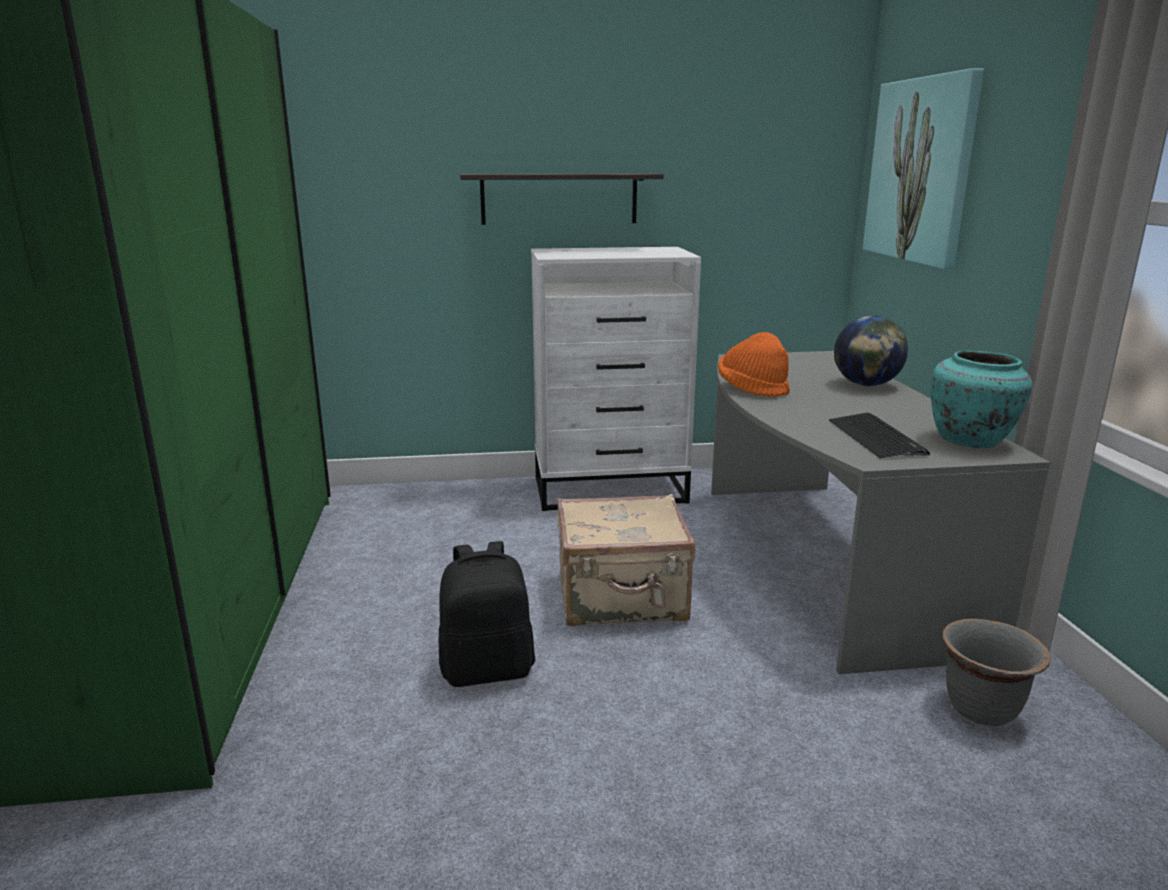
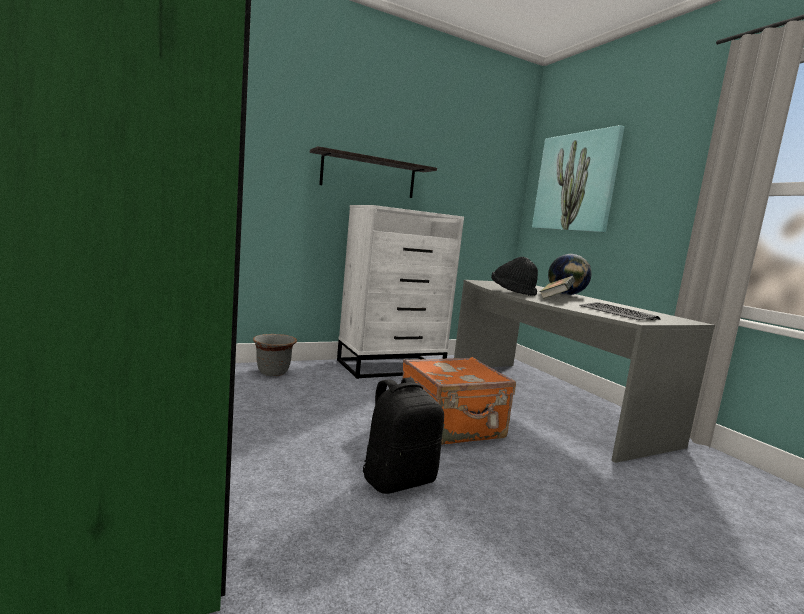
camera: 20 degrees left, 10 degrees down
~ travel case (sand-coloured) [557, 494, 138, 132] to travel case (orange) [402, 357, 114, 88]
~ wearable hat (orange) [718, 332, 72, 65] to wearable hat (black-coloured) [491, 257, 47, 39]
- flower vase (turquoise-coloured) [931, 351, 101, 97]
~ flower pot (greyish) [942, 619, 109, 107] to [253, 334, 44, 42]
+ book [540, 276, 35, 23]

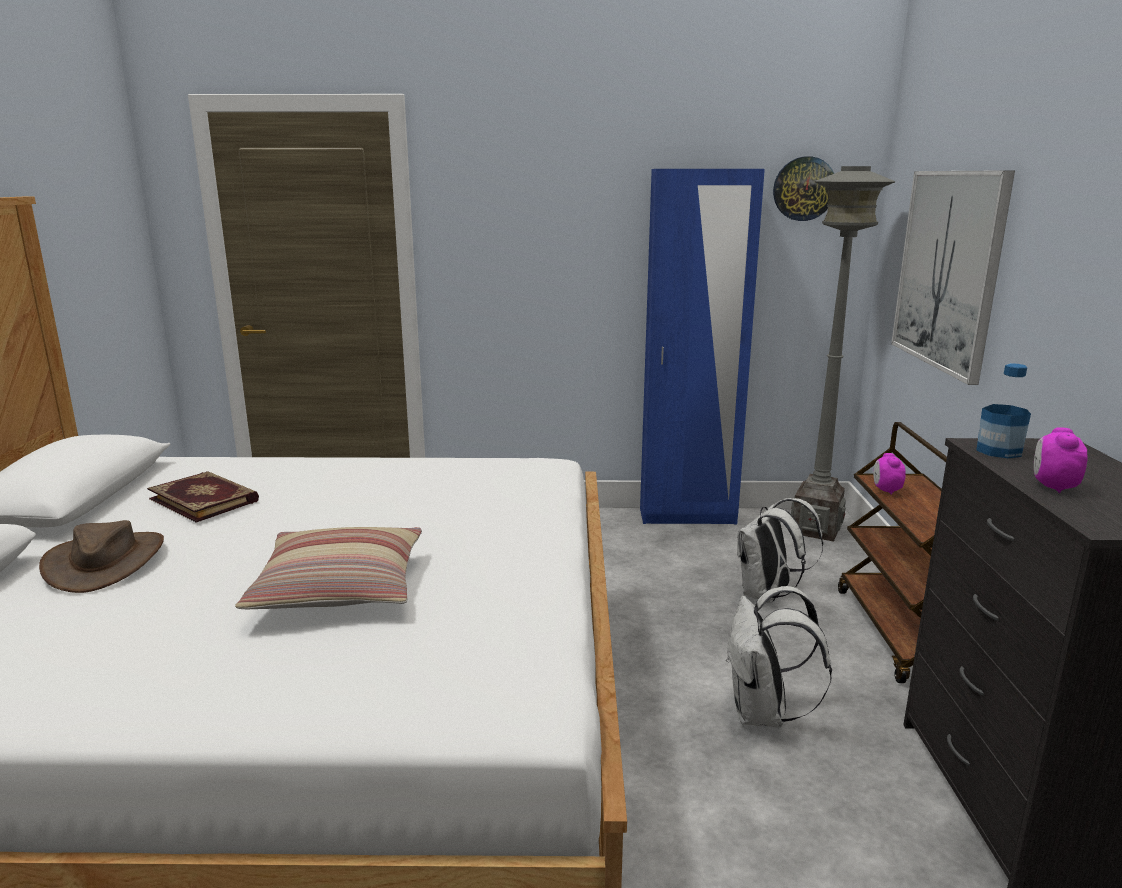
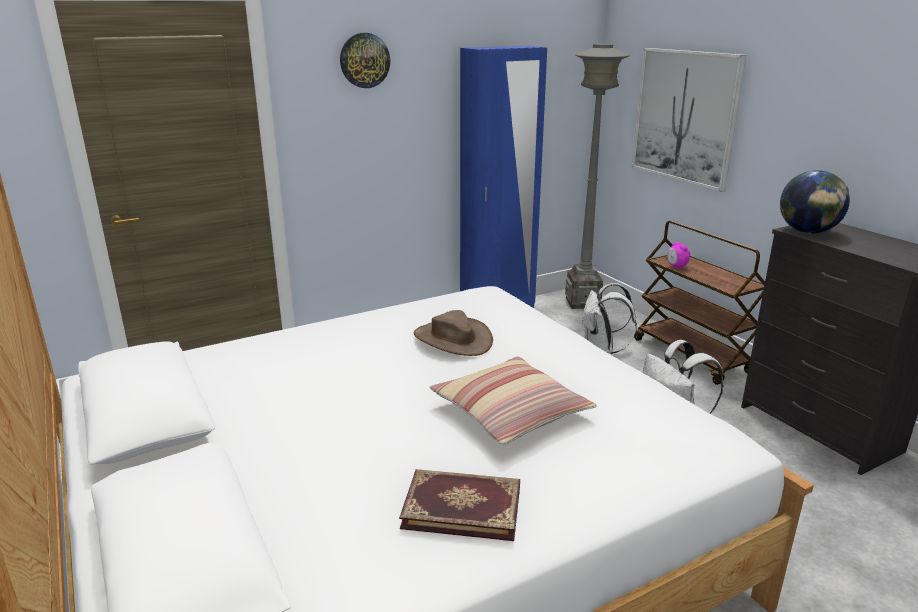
camera: 30 degrees left, 5 degrees up
~ wearable hat (brown) [39, 520, 125, 73] to [414, 310, 79, 46]
~ book [147, 471, 112, 52] to [399, 469, 121, 72]
~ wall clock [773, 156, 61, 65] to [340, 33, 50, 55]
~ beverage bottle [976, 363, 55, 95] to desk globe [780, 170, 70, 64]
- alarm clock [1034, 427, 54, 66]

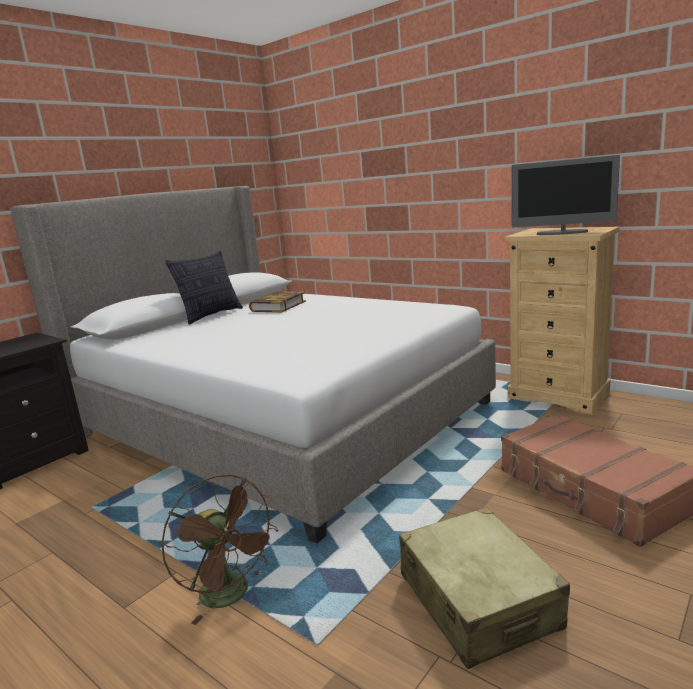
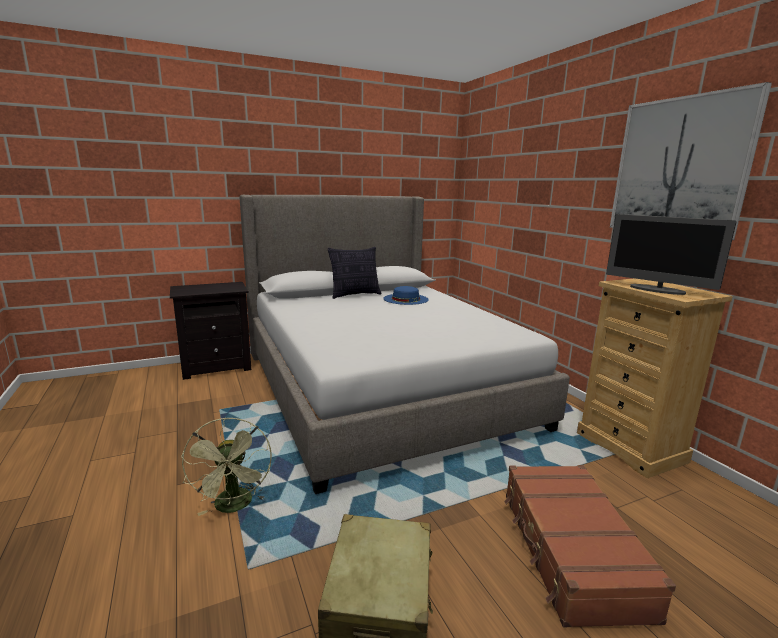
camera: 25 degrees right, 0 degrees up
~ fan (brown) [161, 474, 118, 151] to fan (green-coloured) [181, 417, 91, 99]
~ book [249, 292, 57, 21] to wearable hat (blue-coloured) [383, 286, 46, 19]
+ picture [610, 82, 162, 158]

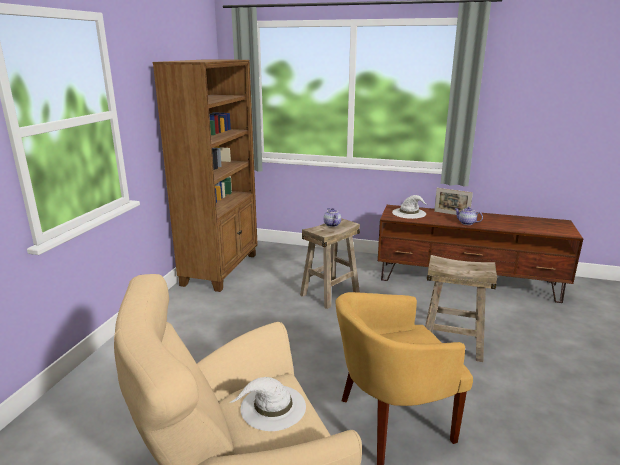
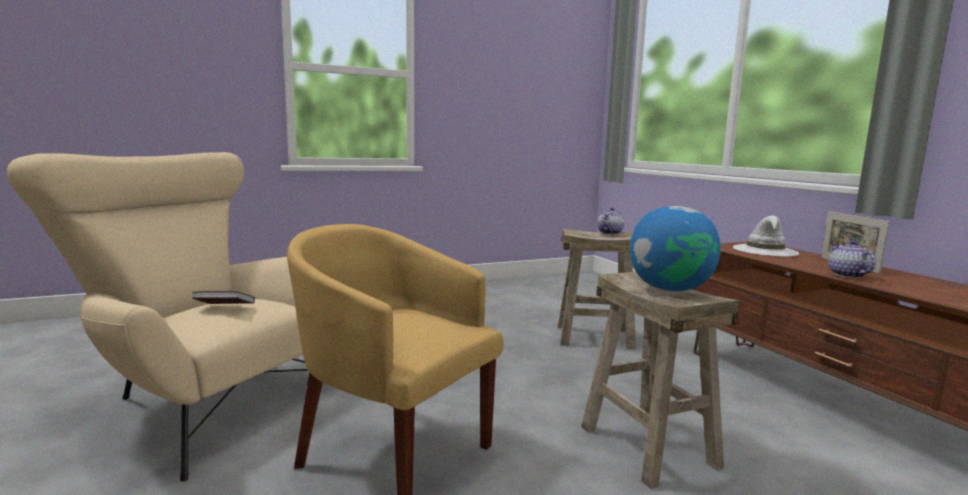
camera: 50 degrees right, 10 degrees down
- bookshelf (brown) [153, 59, 105, 233]
~ wearable hat (white-coloured) [230, 377, 76, 54] to book [192, 291, 63, 13]
+ desk globe [630, 206, 91, 85]

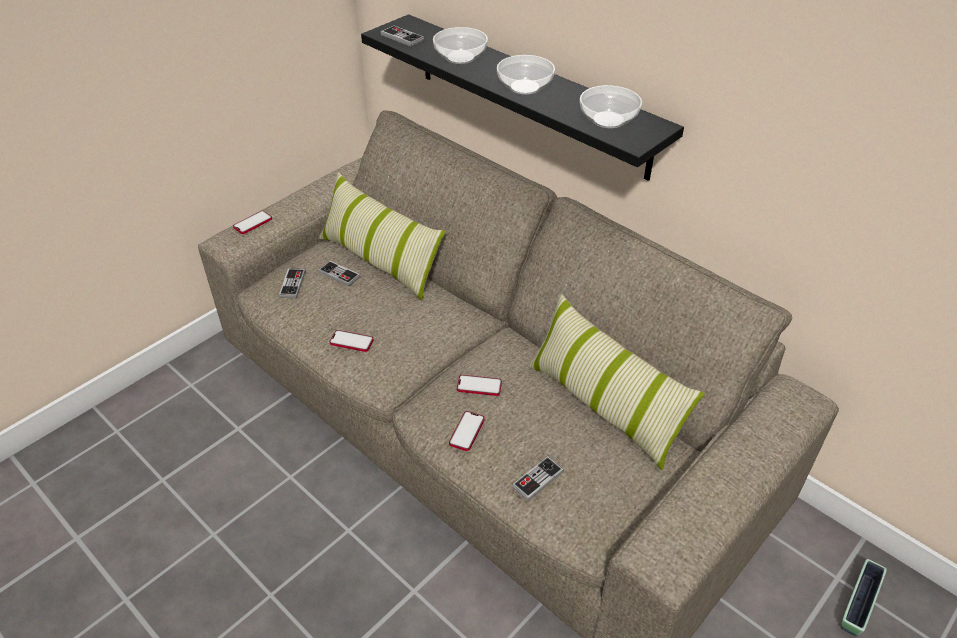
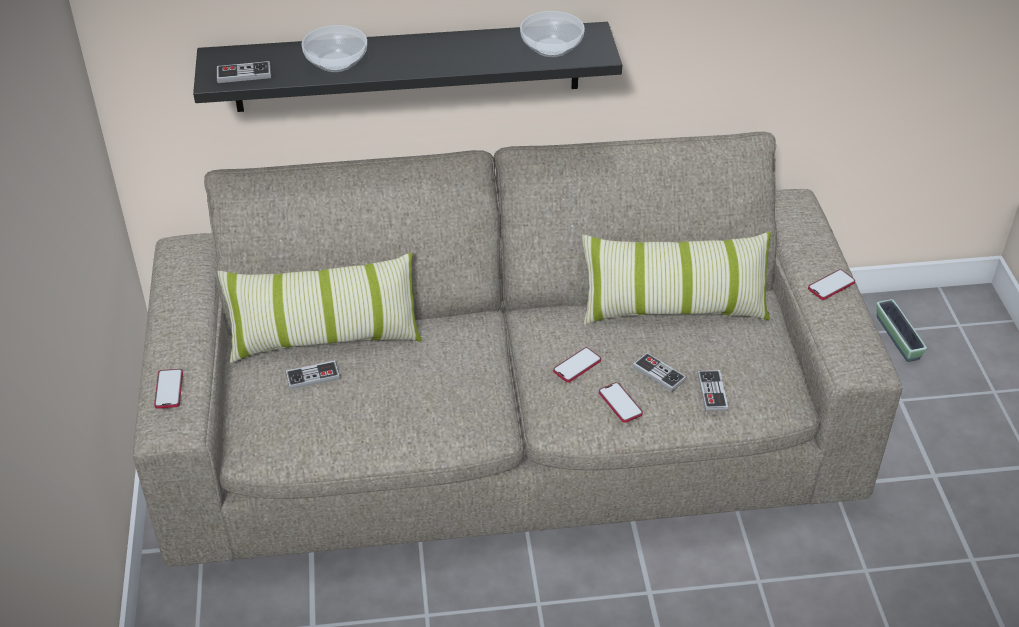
camera: 50 degrees left, 0 degrees up
~ joypad [279, 268, 27, 30] to [632, 352, 55, 40]
~ phone [329, 330, 45, 22] to [808, 269, 47, 31]
- serving bowl [497, 55, 58, 40]

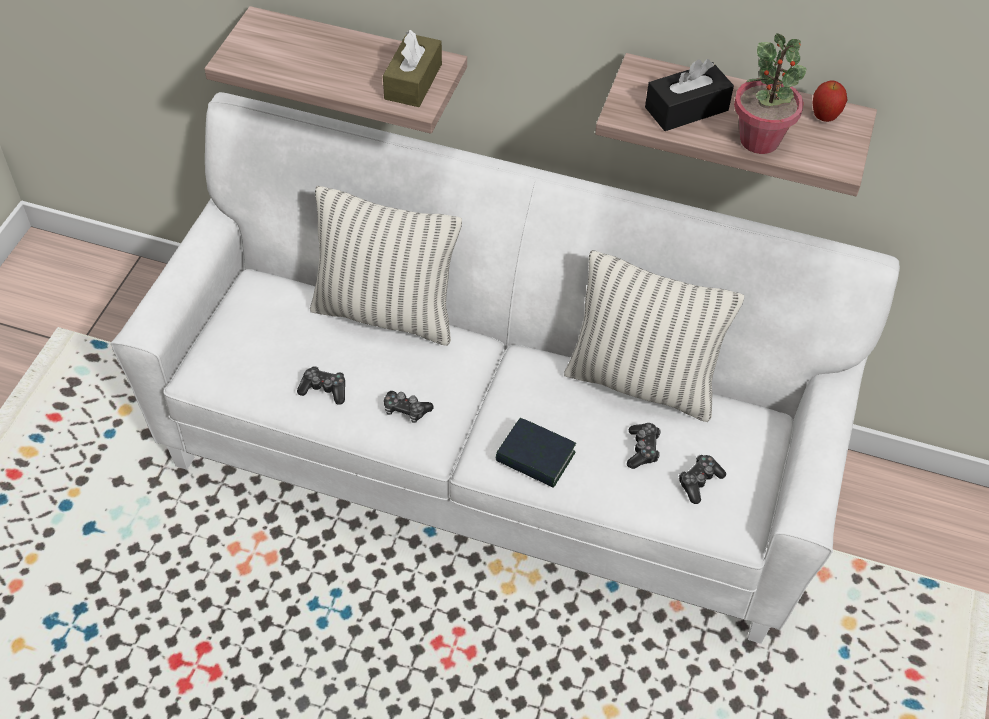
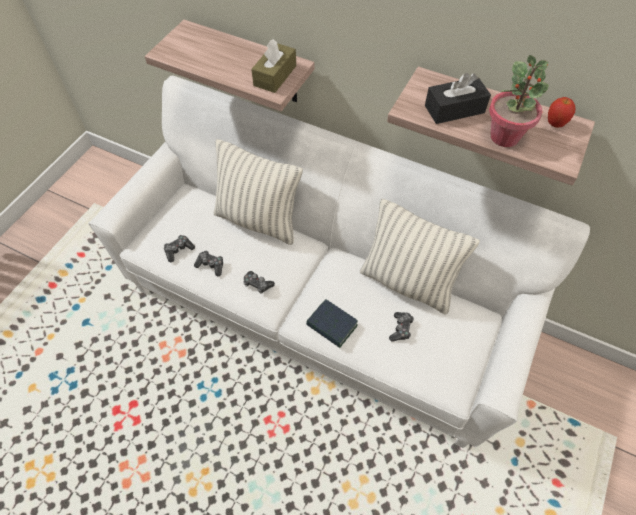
camera: 10 degrees right, 5 degrees up
~ joypad [679, 455, 47, 49] to [164, 235, 31, 27]

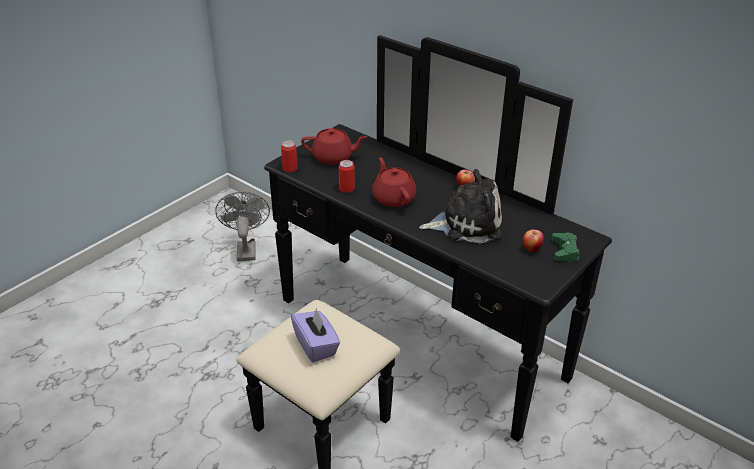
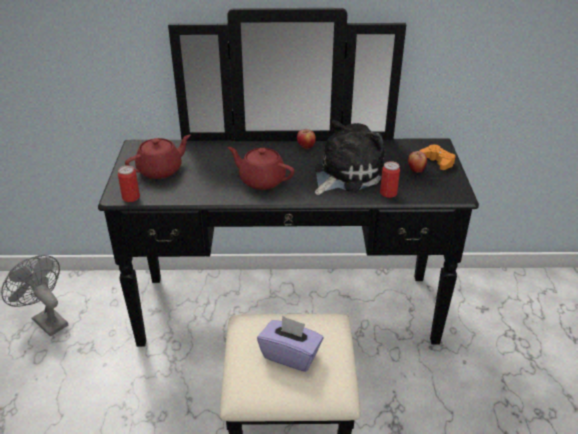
camera: 40 degrees left, 0 degrees up
~ can [339, 160, 16, 33] to [380, 161, 20, 37]
~ joypad (green-coloured) [552, 233, 27, 29] to joypad (orange) [419, 145, 37, 25]

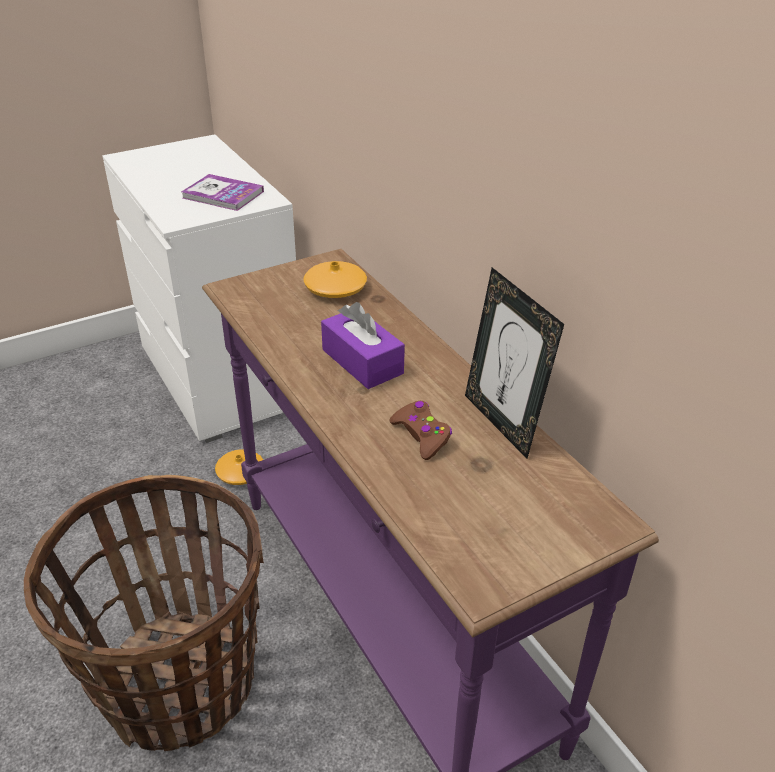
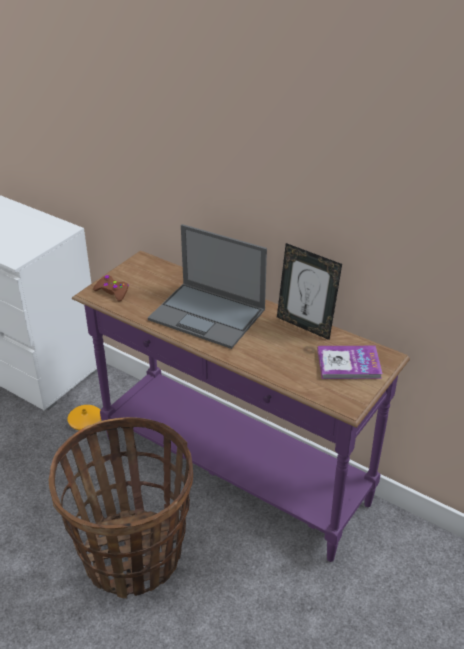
camera: 25 degrees left, 0 degrees up
~ book [181, 174, 83, 37] to [317, 346, 66, 33]
- flower vase (orange) [303, 261, 64, 37]
~ box of tissues (purple-coloured) [321, 302, 84, 87] to portable computer [148, 224, 119, 125]
~ joypad (brown) [389, 401, 63, 59] to [93, 275, 36, 27]

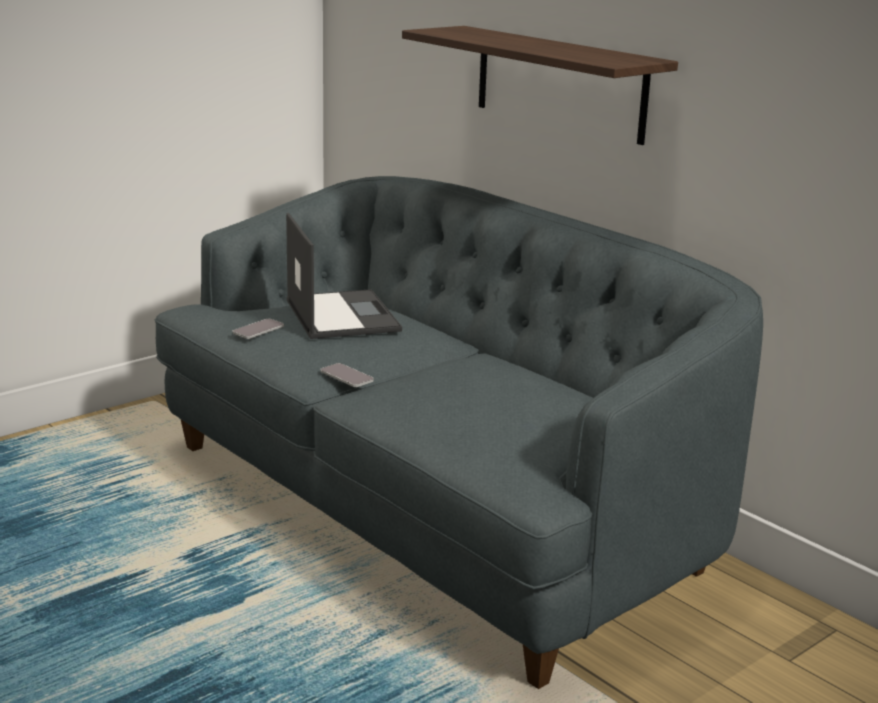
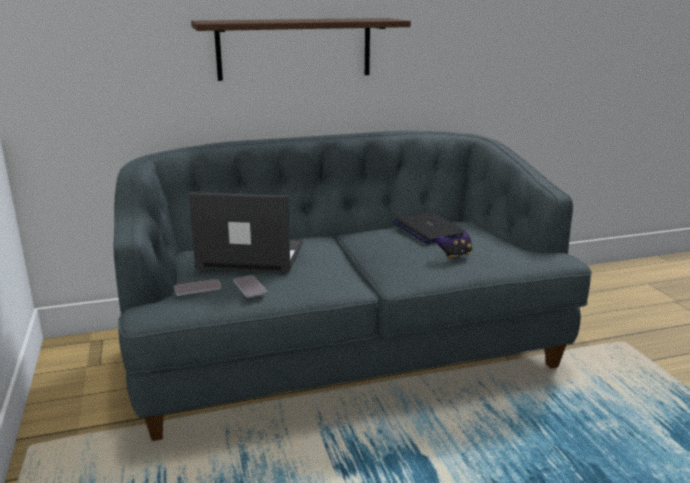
camera: 65 degrees left, 0 degrees up
~ phone [320, 363, 54, 24] to [174, 279, 47, 17]
+ portable computer [393, 212, 73, 32]
+ joypad [436, 231, 36, 28]

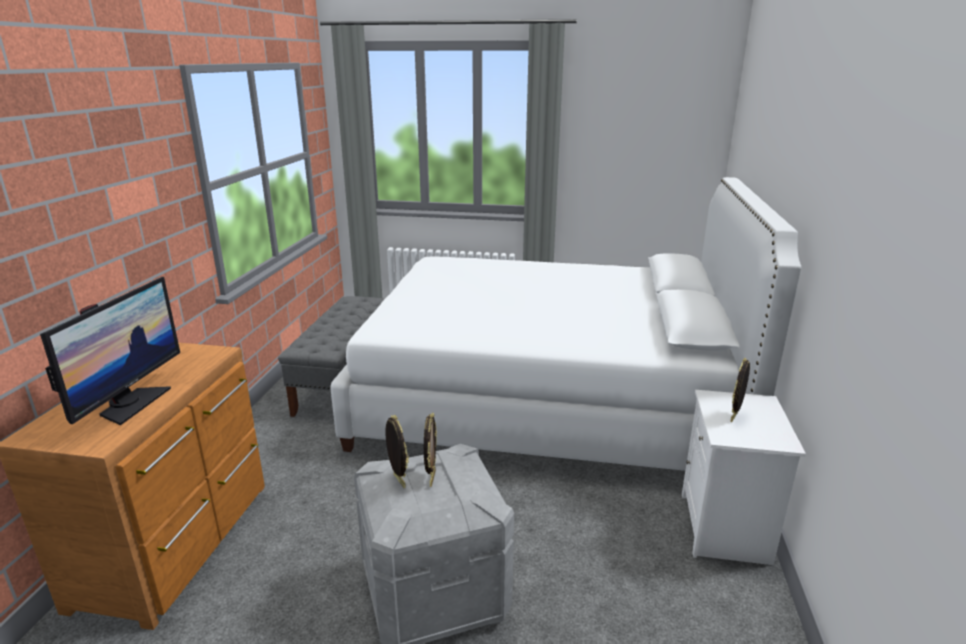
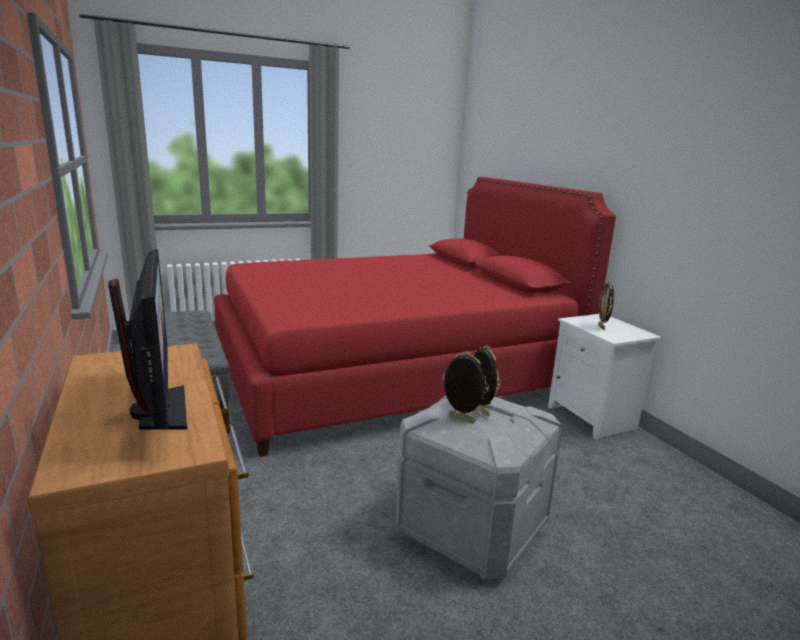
camera: 35 degrees left, 5 degrees down
~ bed (white-coloured) [330, 177, 471, 294] to bed (red-coloured) [214, 177, 402, 280]

